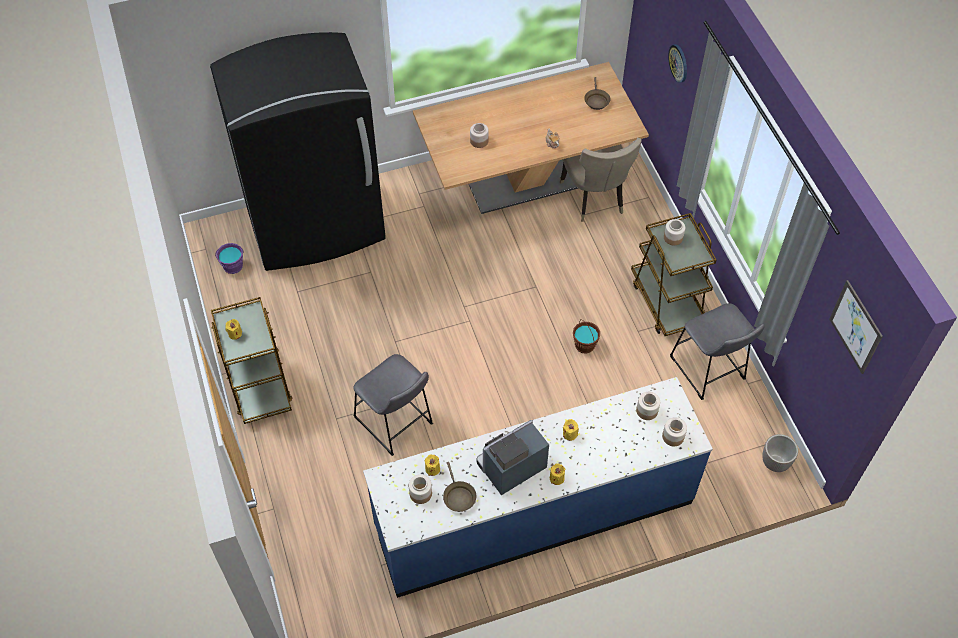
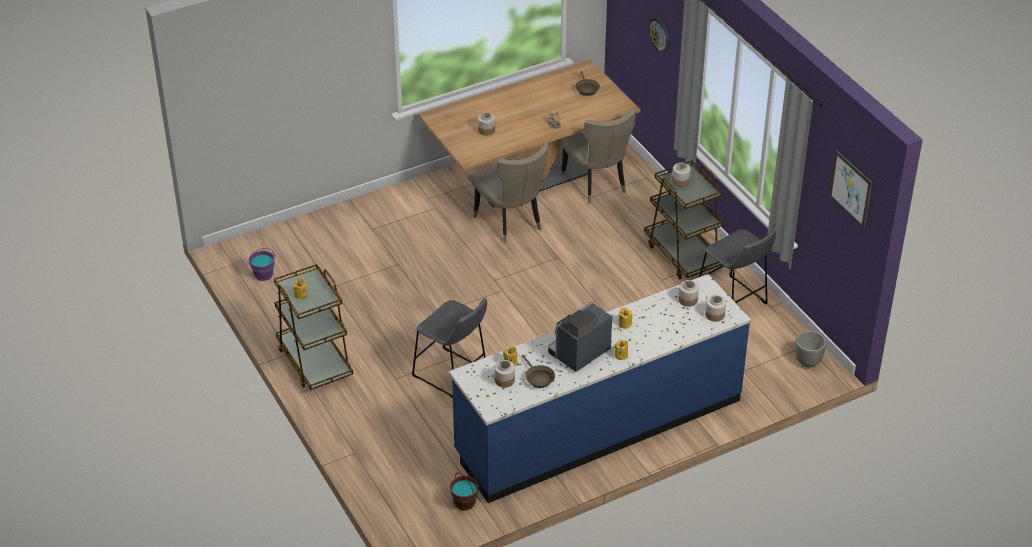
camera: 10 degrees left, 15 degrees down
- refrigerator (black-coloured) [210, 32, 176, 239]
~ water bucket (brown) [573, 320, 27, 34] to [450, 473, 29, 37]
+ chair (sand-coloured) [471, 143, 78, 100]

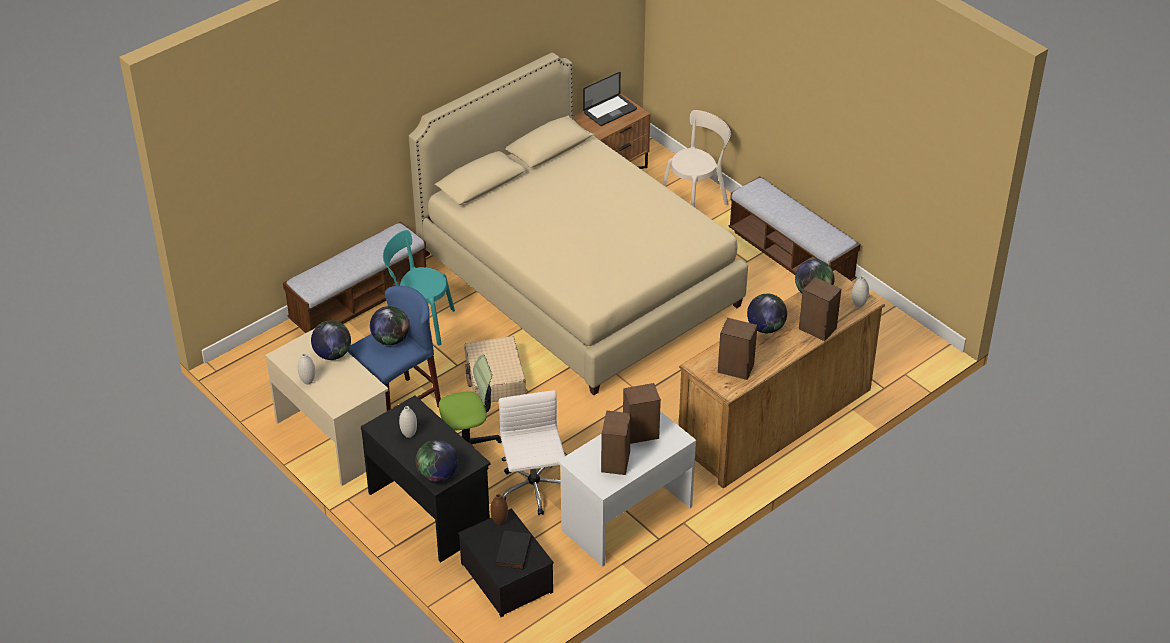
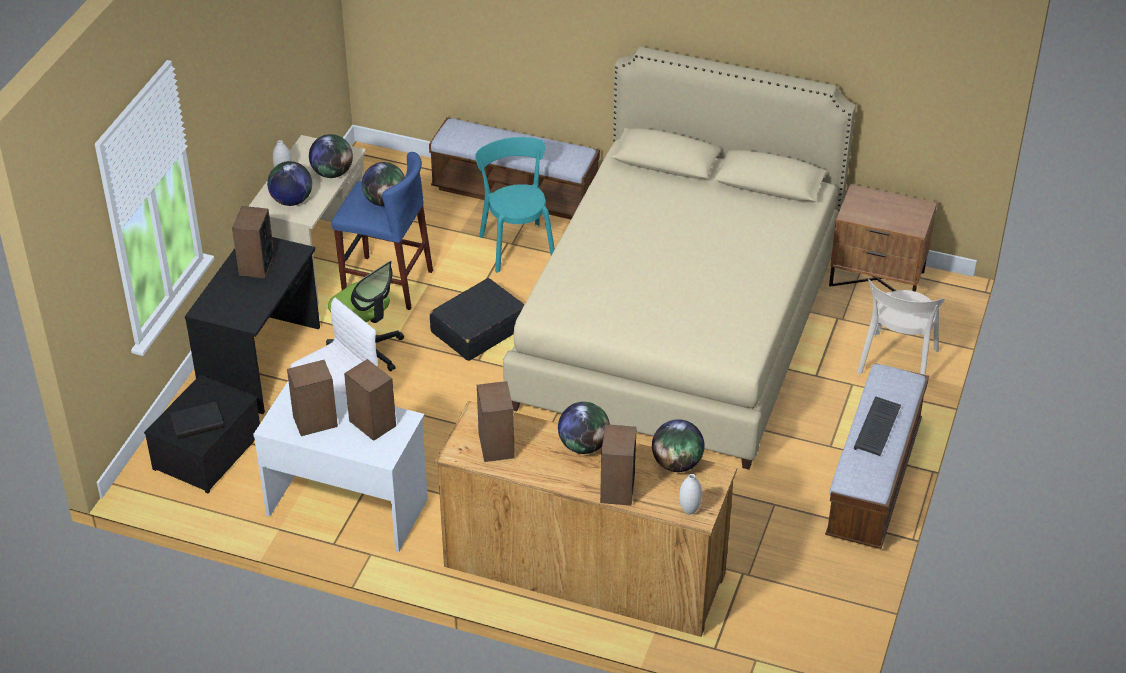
camera: 60 degrees right, 0 degrees up
~ flower vase (white-coloured) [399, 406, 18, 32] to loudspeaker [232, 206, 43, 72]
~ desk globe [416, 440, 42, 42] to [267, 161, 45, 45]
~ travel case (sand-coloured) [464, 336, 62, 68] to travel case (black-coloured) [430, 278, 95, 83]
- flower vase (brown) [490, 494, 18, 31]
- portable computer [583, 72, 54, 54]
~ chair (sand-coloured) [663, 110, 68, 97] = [857, 279, 88, 96] 90 degrees clockwise
+ keyboard [854, 396, 47, 60]

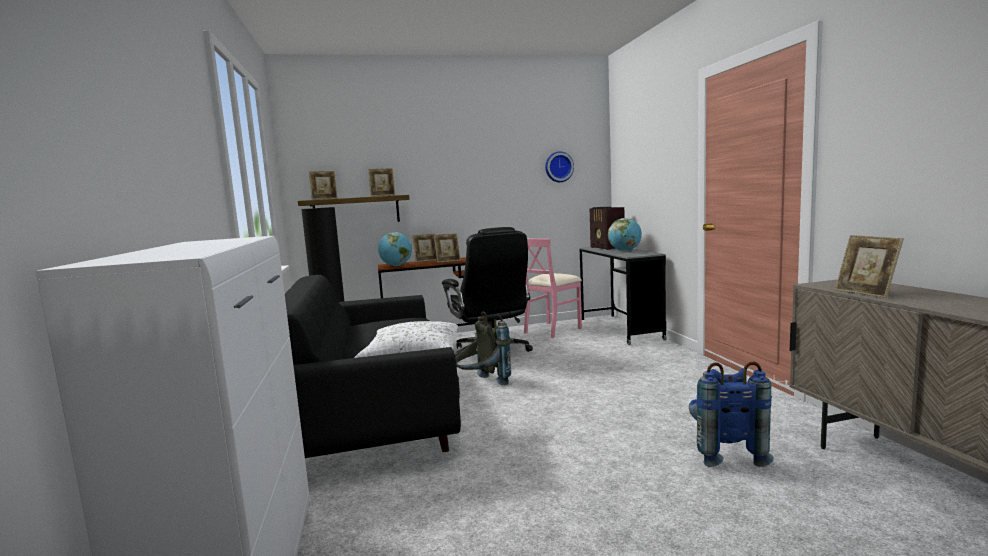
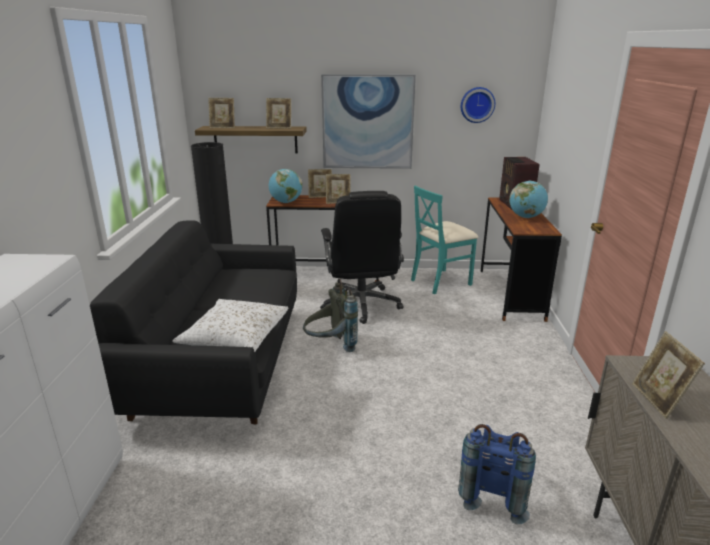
camera: 15 degrees right, 15 degrees up
~ chair (pinkish) [524, 239, 58, 99] to chair (turquoise-coloured) [411, 186, 67, 108]
~ desk unit (greyish) [579, 247, 88, 98] to desk unit (brown) [480, 197, 82, 125]
+ picture [321, 74, 95, 95]

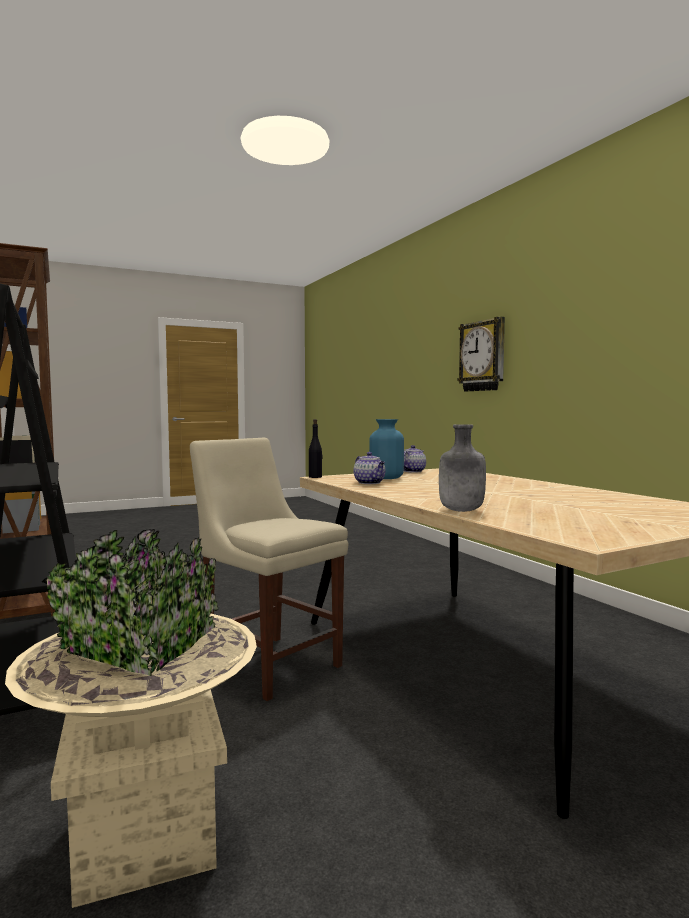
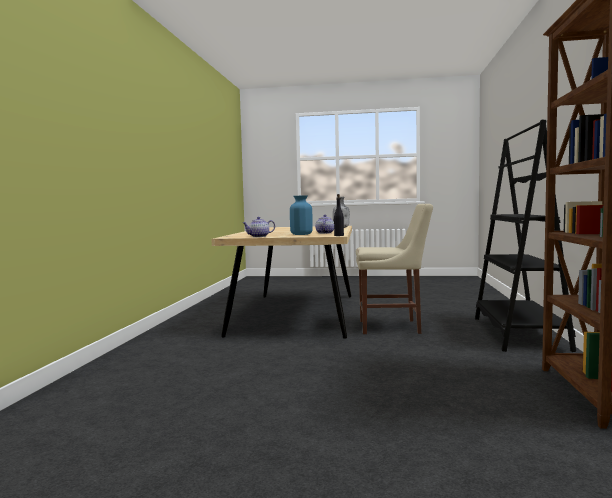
camera: 145 degrees left, 0 degrees up
- flower pot (sand-coloured) [5, 529, 252, 379]
~ chair (sand-coloured) [190, 438, 158, 263] = [356, 204, 77, 130] 75 degrees counterclockwise
- wall clock [458, 317, 47, 74]

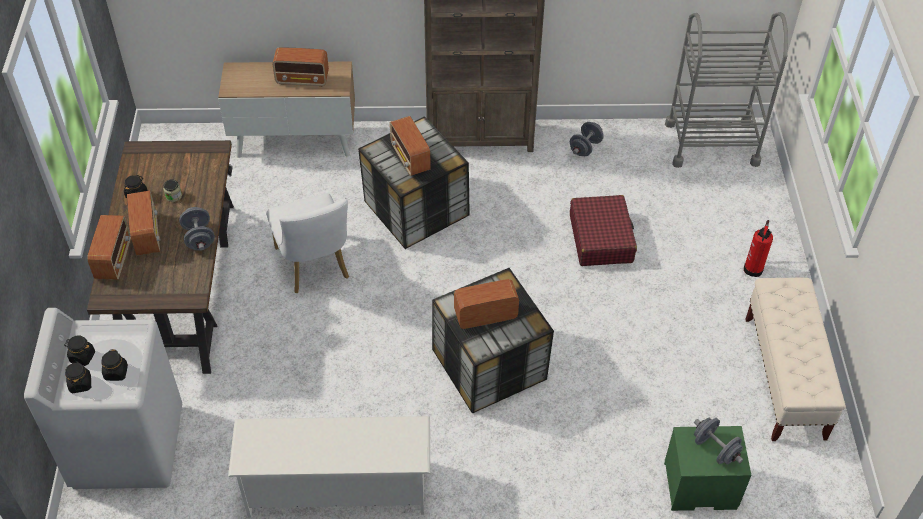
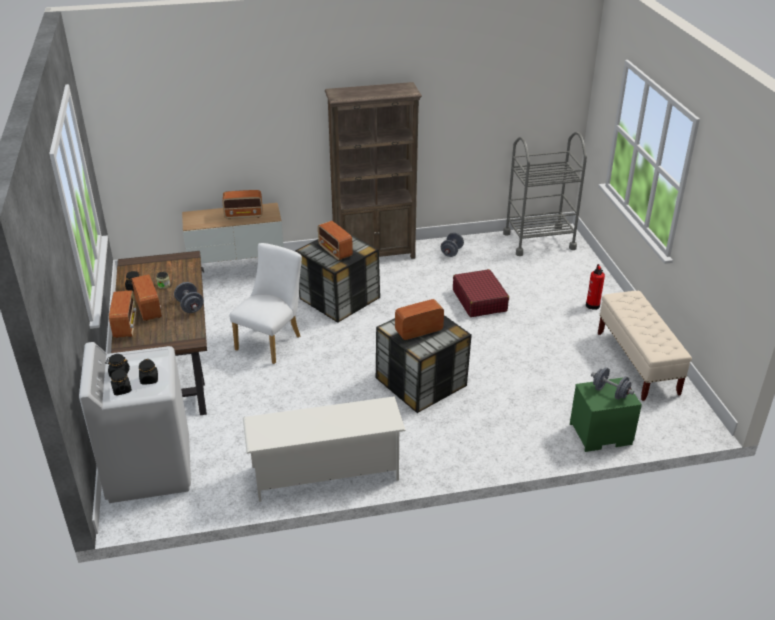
camera: 10 degrees left, 15 degrees down
~ chair (white-coloured) [267, 193, 82, 100] = [229, 243, 73, 121] 120 degrees counterclockwise

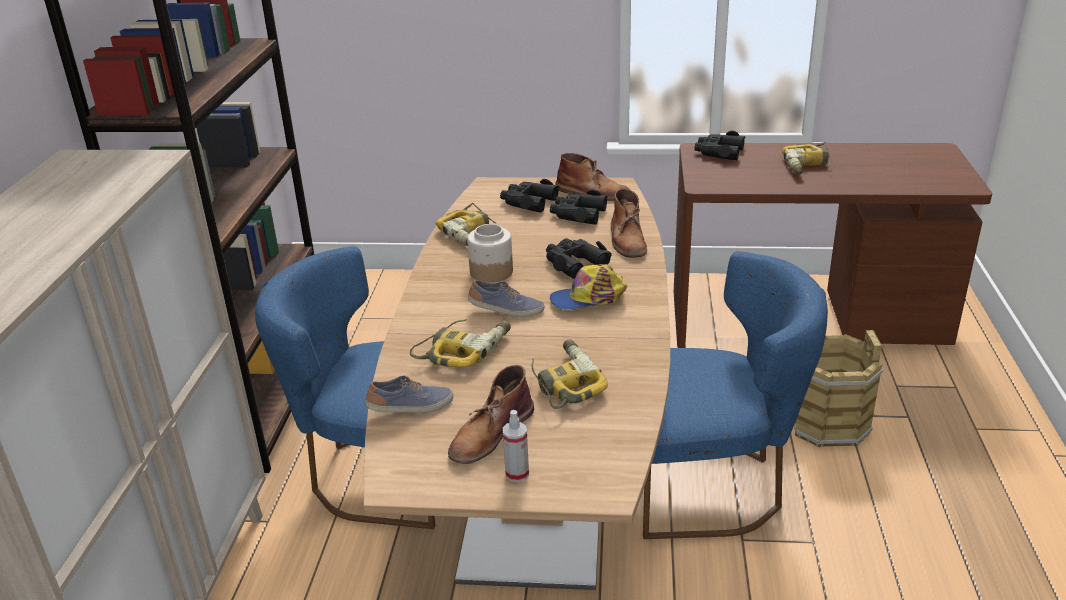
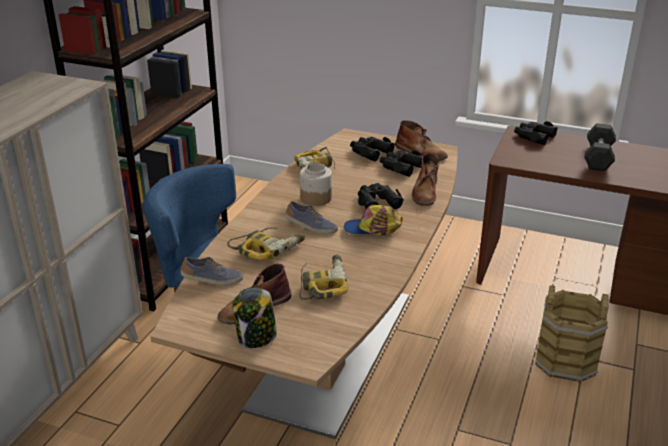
camera: 15 degrees right, 0 degrees up
~ hand sprayer [503, 410, 26, 72] to preserve jar [232, 287, 45, 61]
- chair (blue-coloured) [643, 251, 185, 288]
~ electric drill [782, 142, 50, 33] to dumbbell (greyish) [584, 123, 32, 49]

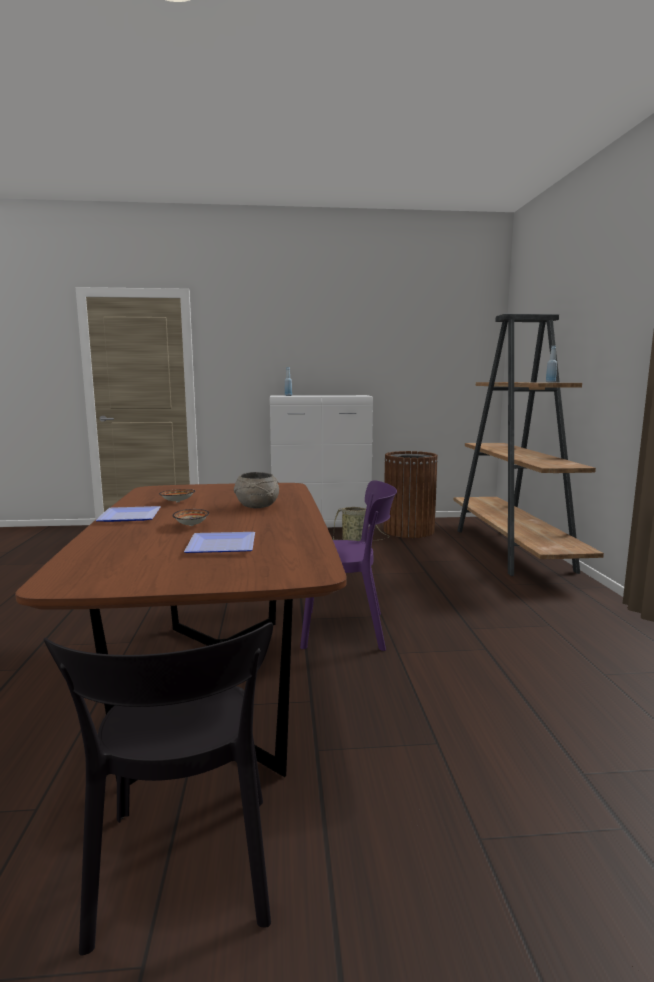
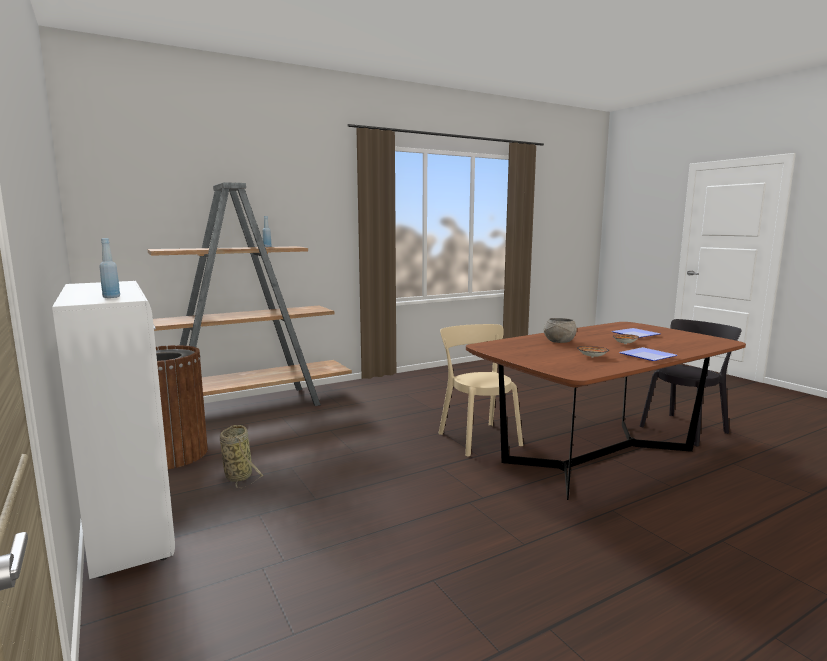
camera: 115 degrees left, 0 degrees up
~ chair (purple-coloured) [300, 480, 97, 171] to chair (sand-coloured) [438, 324, 85, 133]

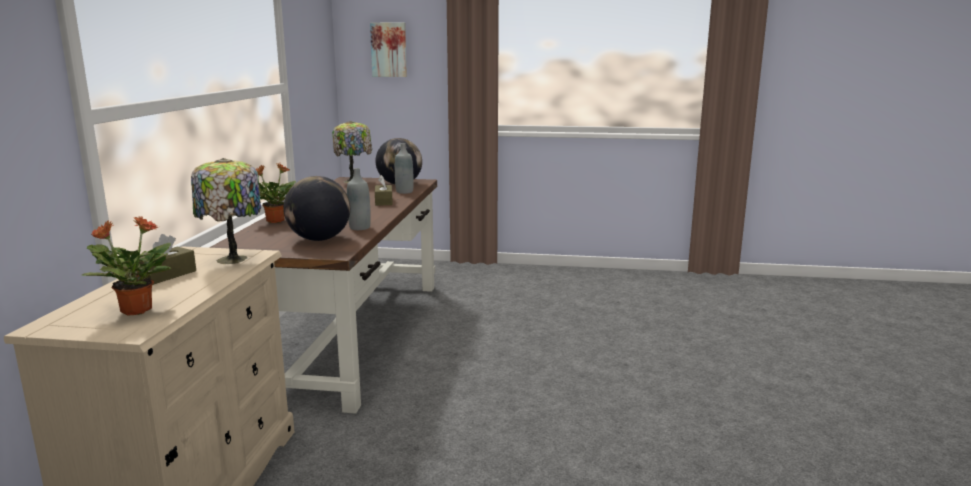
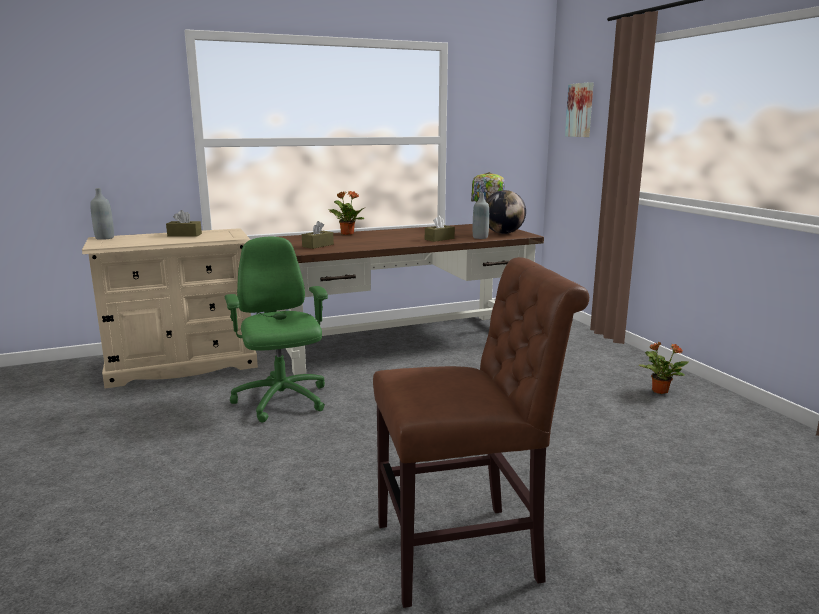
camera: 60 degrees right, 0 degrees up
~ plant in a pot [82, 216, 89, 100] to [639, 342, 50, 52]
- tabletop lamp [191, 158, 70, 106]
~ desk globe [284, 176, 66, 65] to box of tissues (brown) [302, 221, 32, 28]
~ beverage bottle (greyish) [347, 168, 24, 62] to [90, 188, 24, 52]
+ computer chair (green-coloured) [225, 237, 103, 186]
+ chair (brown) [373, 257, 216, 351]

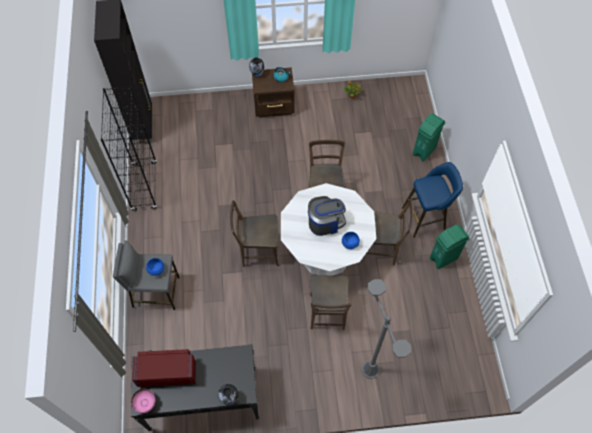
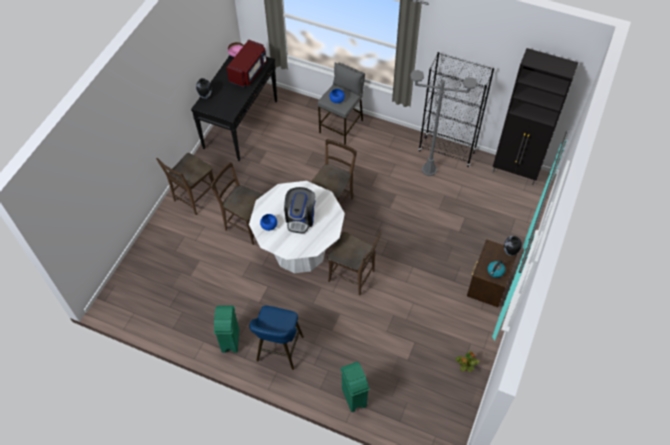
camera: 120 degrees right, 5 degrees down
~ chair (brown) [360, 199, 54, 66] to [156, 153, 63, 62]
~ standing lamp (greyish) [362, 279, 49, 100] to [410, 70, 67, 106]

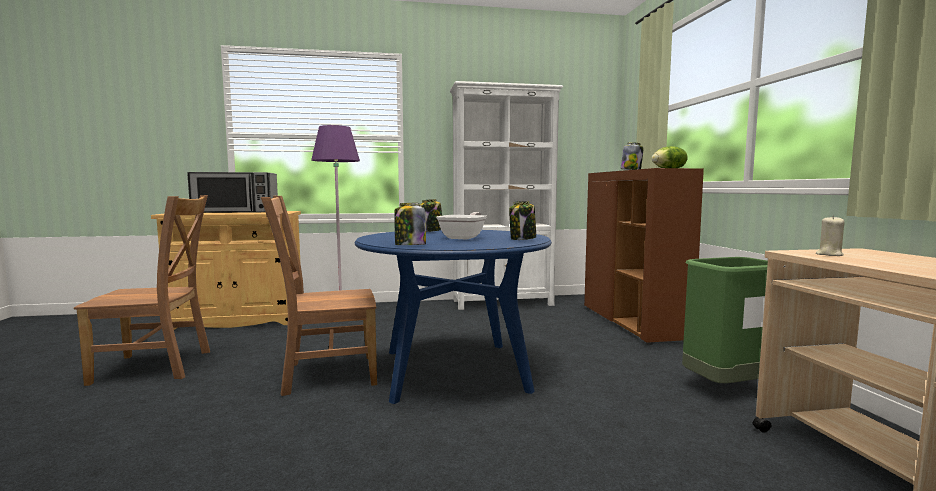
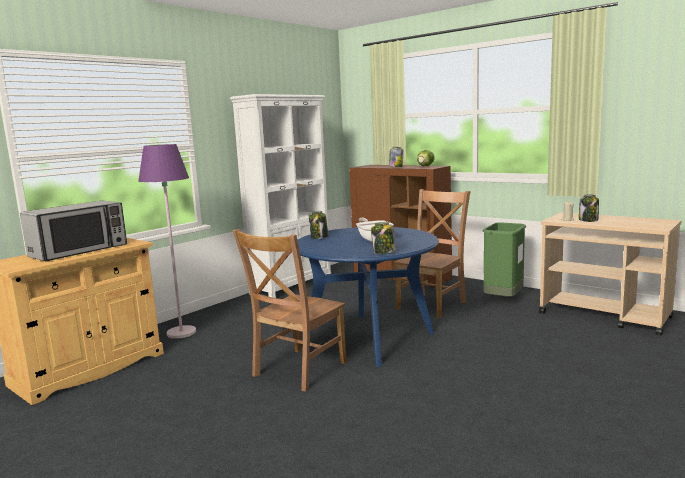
camera: 40 degrees left, 5 degrees up
~ chair (brown) [74, 195, 136, 191] to [394, 189, 76, 129]
~ preserve jar [509, 201, 27, 39] to [579, 194, 20, 28]

